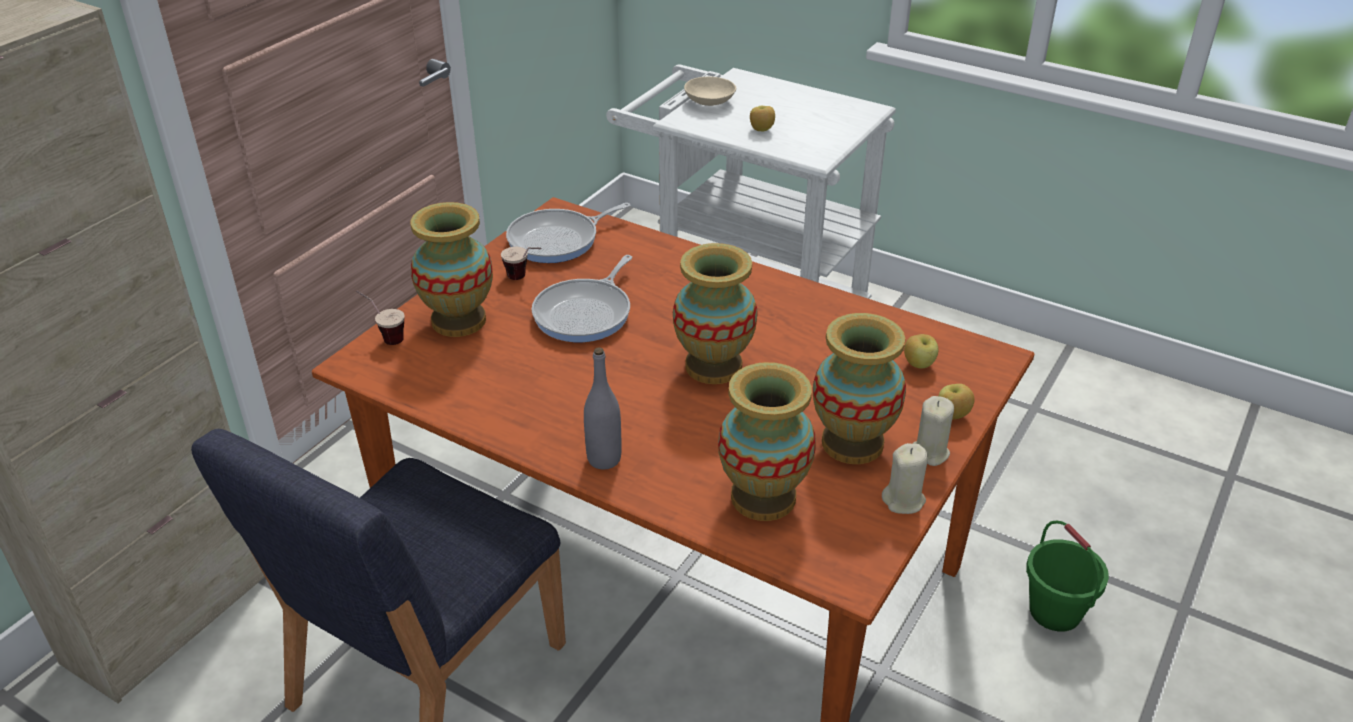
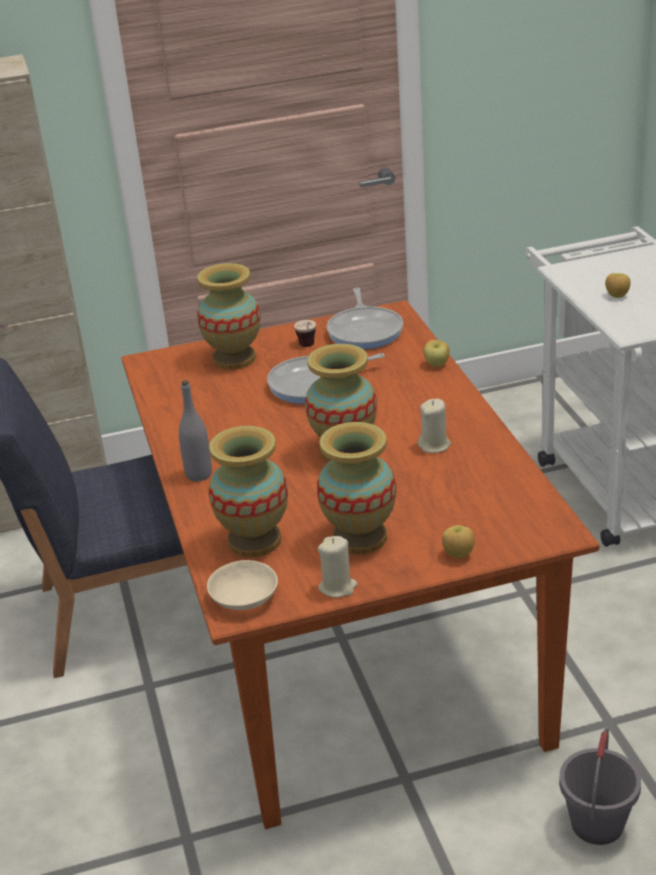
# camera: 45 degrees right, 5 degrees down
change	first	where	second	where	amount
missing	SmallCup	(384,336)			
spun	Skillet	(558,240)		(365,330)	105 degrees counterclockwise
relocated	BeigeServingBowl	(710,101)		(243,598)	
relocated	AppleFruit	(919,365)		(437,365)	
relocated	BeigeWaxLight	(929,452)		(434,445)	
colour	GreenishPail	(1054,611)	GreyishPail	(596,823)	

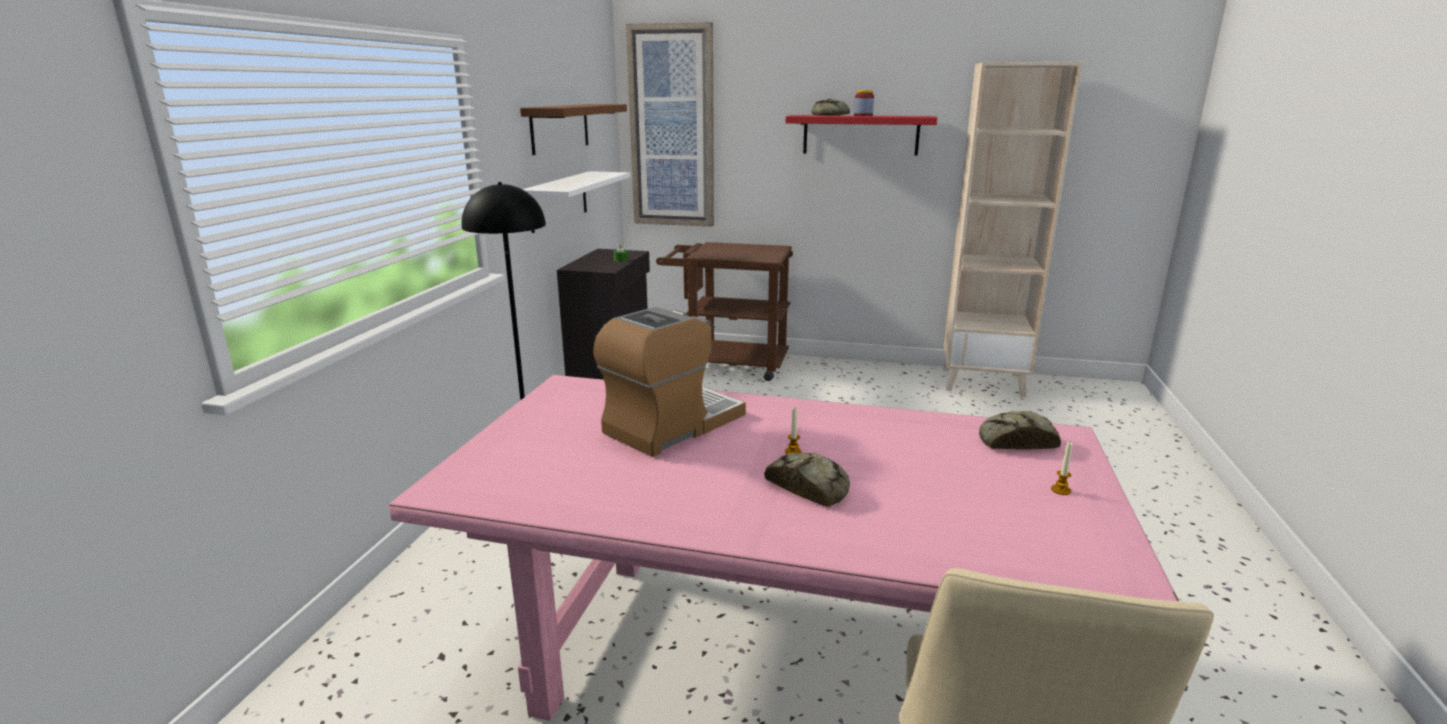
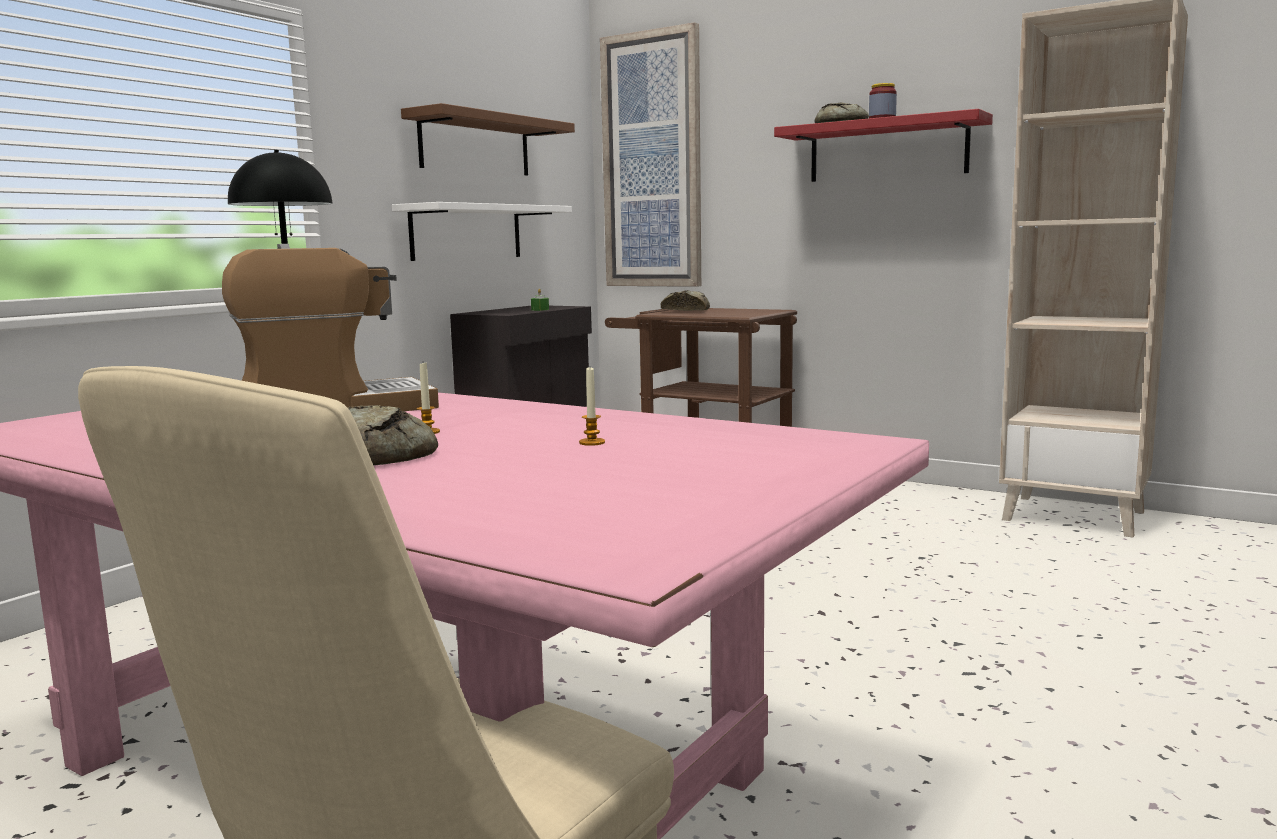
# camera: 20 degrees right, 10 degrees down
change	first	where	second	where	amount
relocated	Bread	(1014,441)		(686,310)	
relocated	WaxLight	(1060,490)		(592,442)	

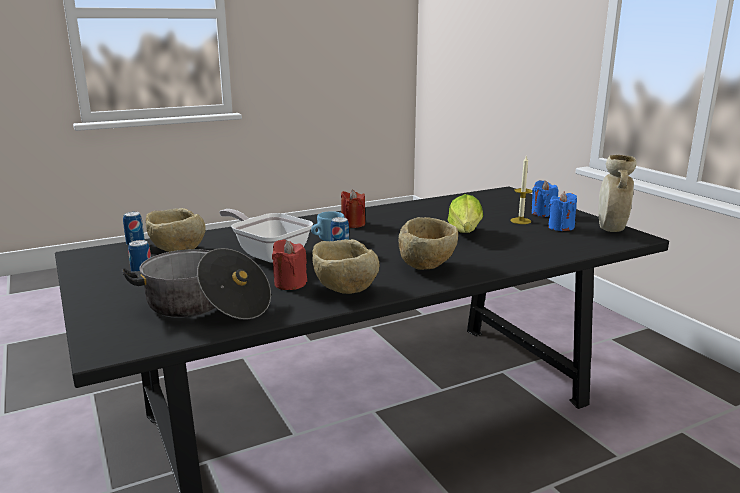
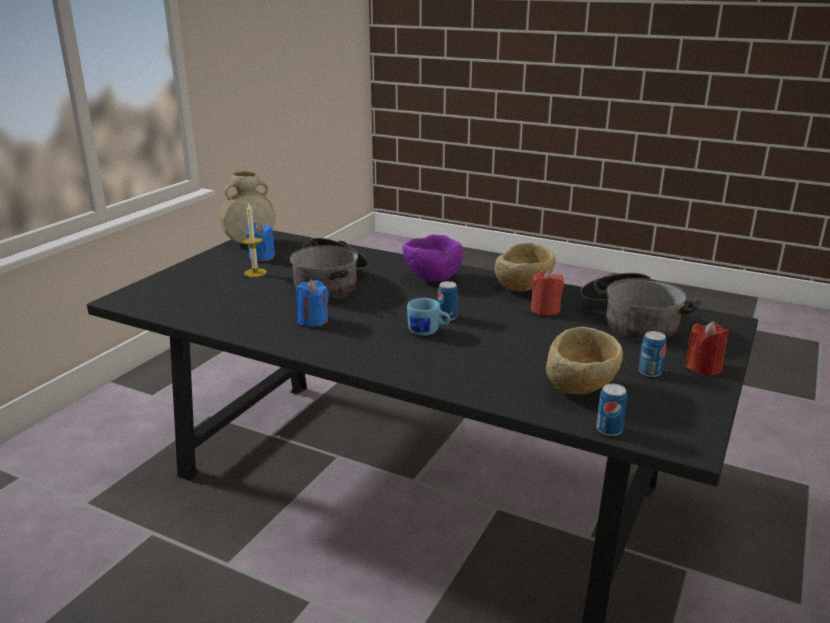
# camera: 125 degrees left, 5 degrees up
change	first	where	second	where	amount
missing	Skillet	(268,253)			
relocated	ReddishWaxLight	(353,224)		(703,367)	
colour	BeigeServingBowl	(428,266)	PurpleServingBowl	(432,278)	
exchanged	Lettuce	(464,235)	Saucepot	(331,284)	
relocated	BlueColouredWaxLight	(543,213)		(313,321)	

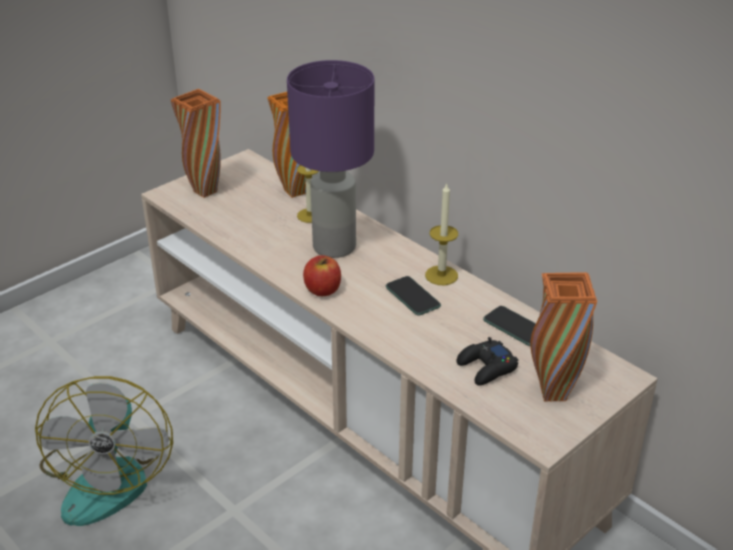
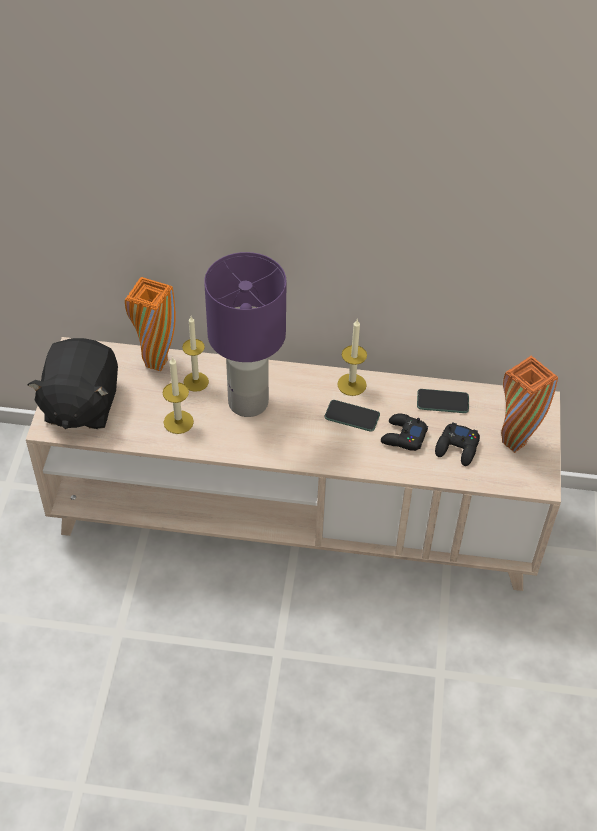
# camera: 40 degrees left, 15 degrees up
change	first	where	second	where	amount
missing	ElectricFan	(109,476)			
exchanged	OrangeColouredVase	(205,191)	BlackishSoftToy	(80,405)	
missing	AppleFruit	(322,290)			
appeared			WaxLight	(178,422)	
appeared			BlackishGamepad	(403,436)	

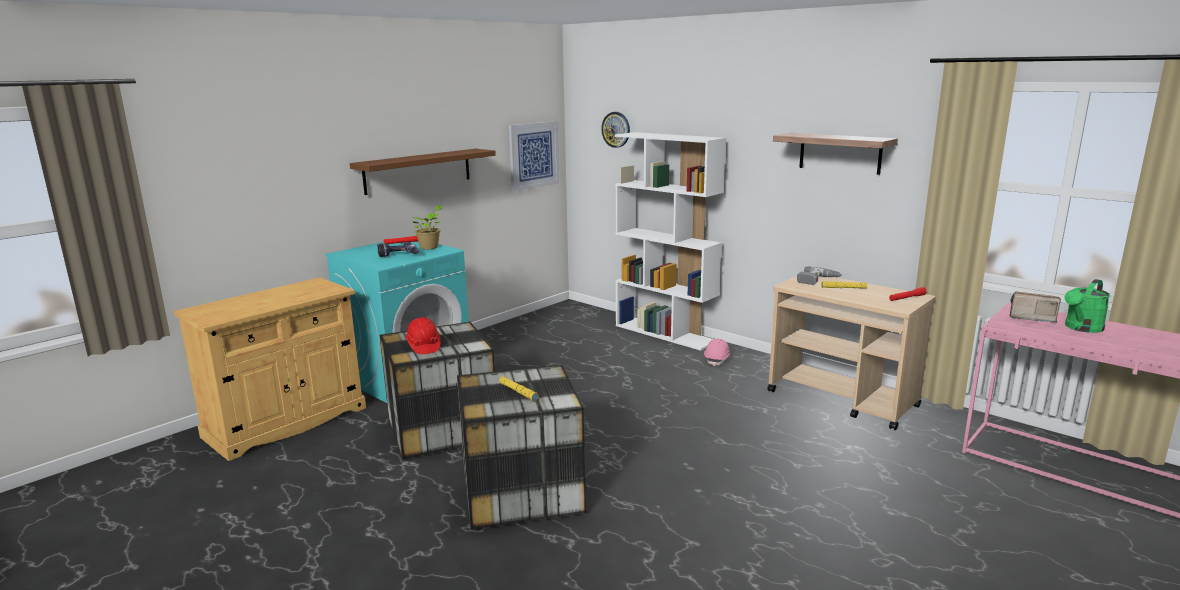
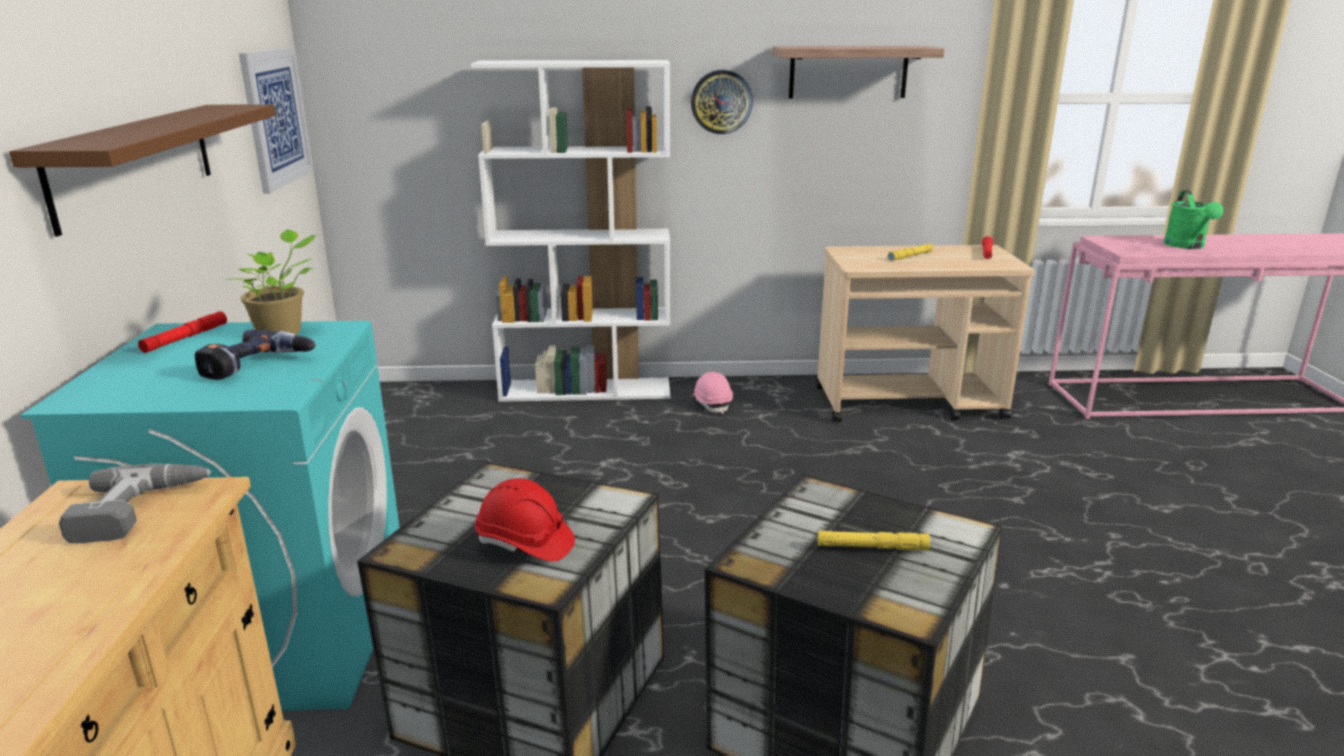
# camera: 45 degrees left, 5 degrees up
change	first	where	second	where	amount
relocated	ClockOnTheWall	(616,129)		(721,102)	
relocated	Drill	(818,280)		(141,510)	
missing	Radio	(1030,318)			

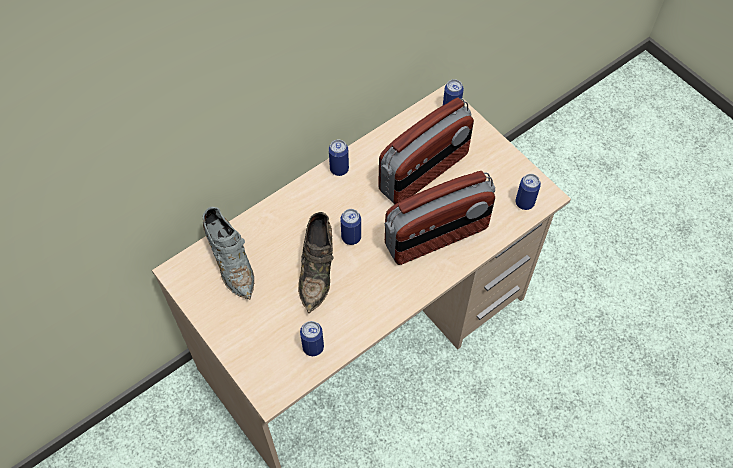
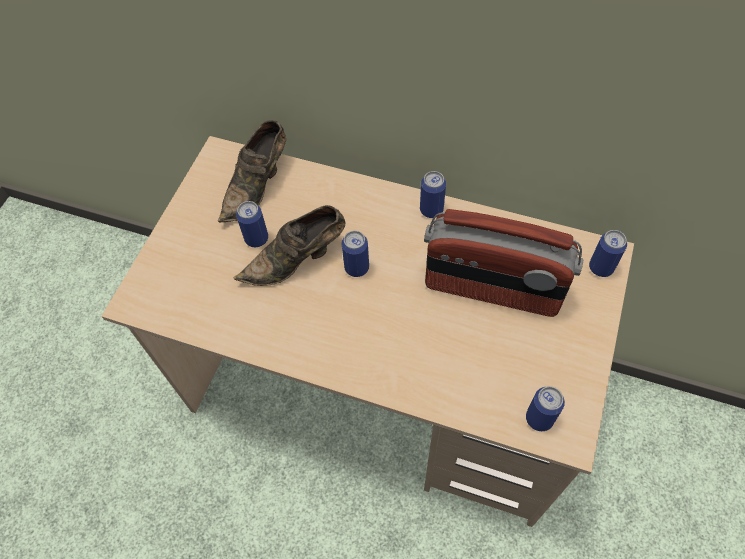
# camera: 60 degrees right, 0 degrees up
change	first	where	second	where	amount
colour	GreyishShoe	(231,261)	BrownShoe	(258,186)	
relocated	Can	(313,347)		(256,239)	
missing	Radio	(437,237)			

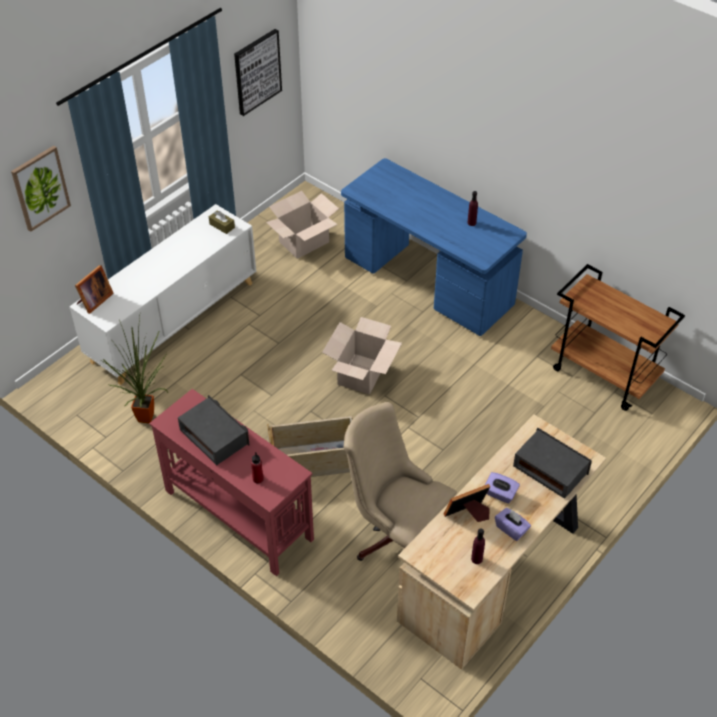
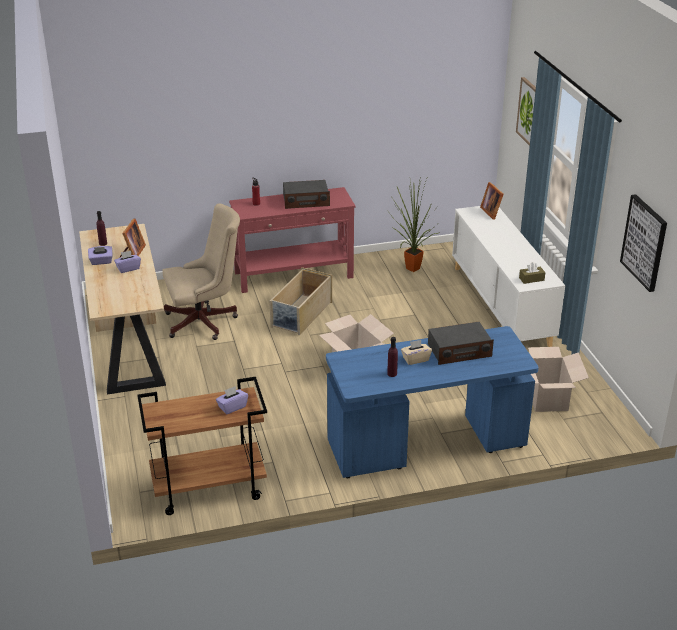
# camera: 125 degrees right, 15 degrees down
change	first	where	second	where	amount
relocated	Radio	(550,469)		(459,351)	
appeared			PurpleTissueHolder	(232,407)	
appeared			BeigeTissueHolder	(415,359)	

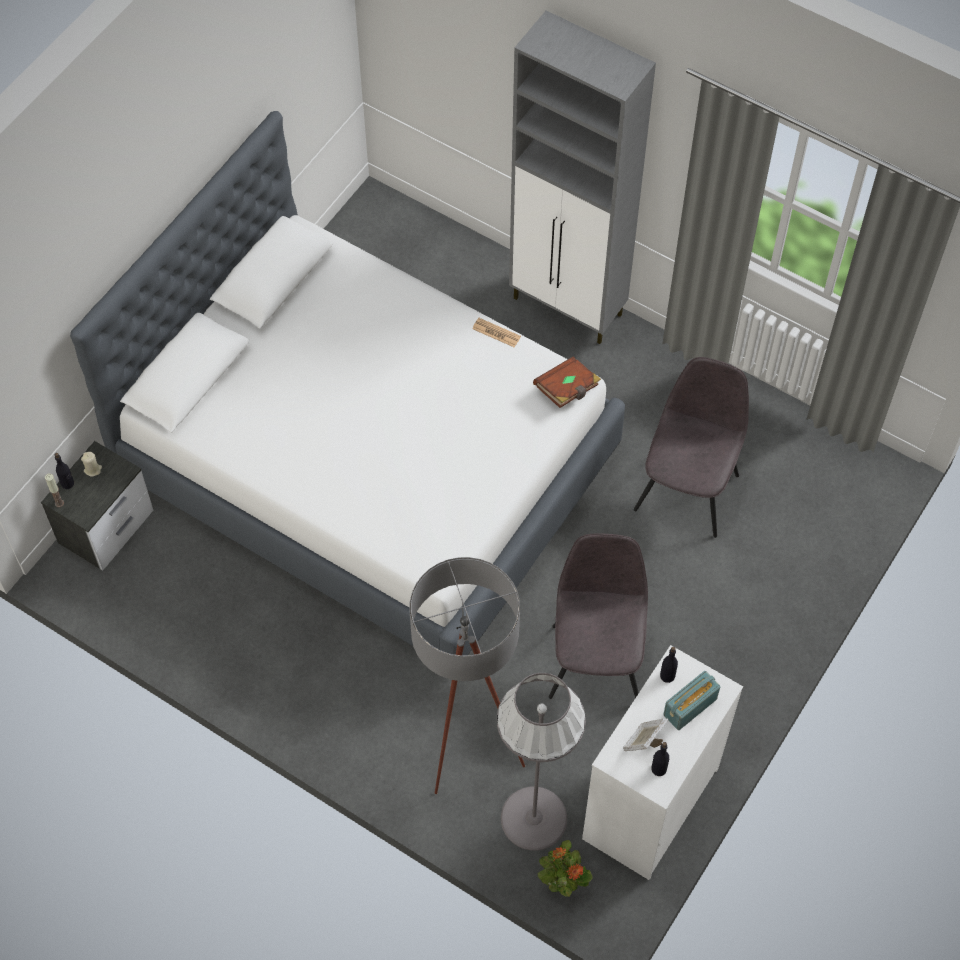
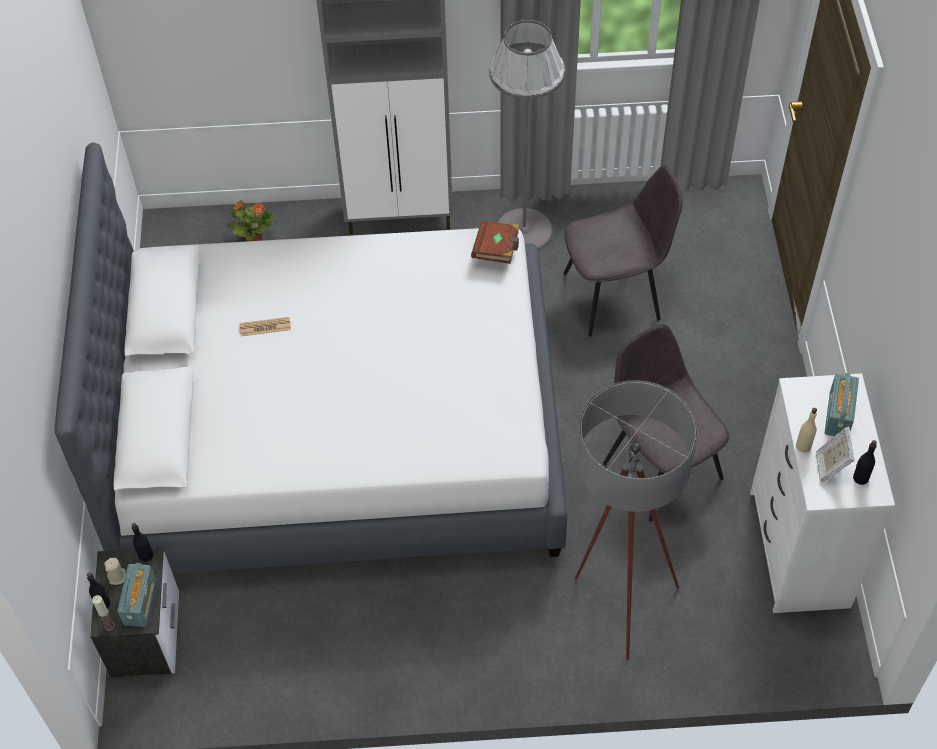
# camera: 35 degrees left, 5 degrees down
change	first	where	second	where	amount
relocated	DailyPaper	(496,333)		(265,327)	
relocated	GreyishStandingLamp	(534,818)		(524,230)	
relocated	PottedPlant	(563,880)		(253,239)	
spun	GreyishPlainChair	(687,490)		(614,295)	90 degrees clockwise
relocated	BlackishDrinkBottle	(667,675)		(146,555)	
appeared			Radio	(140,602)	
appeared			BeigeDrinkBottle	(803,446)	

